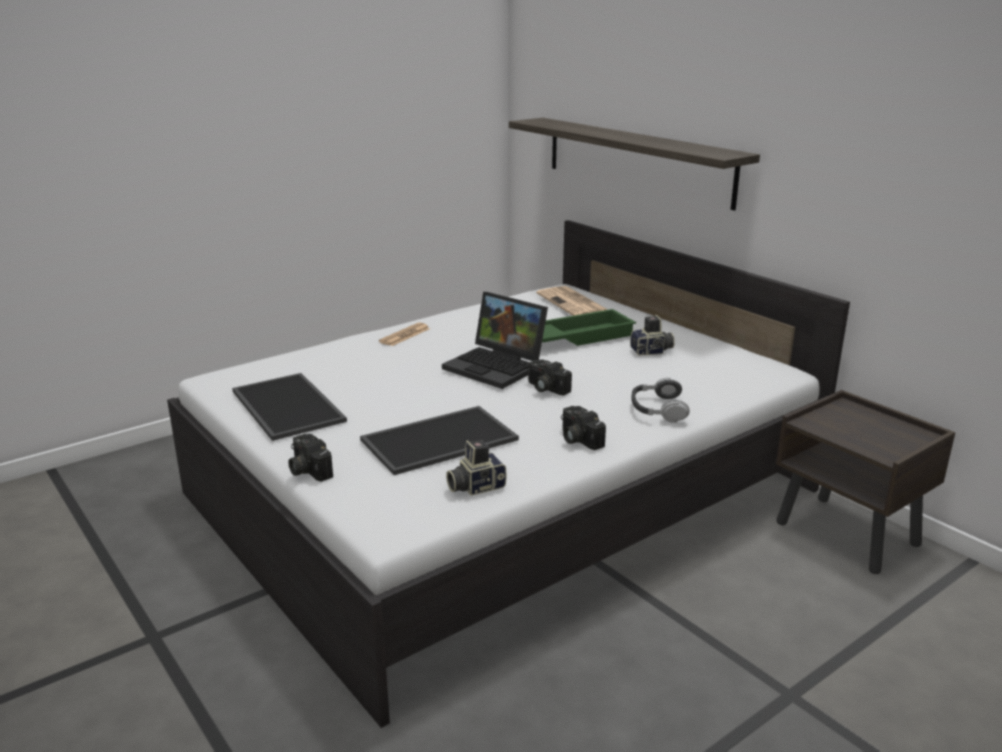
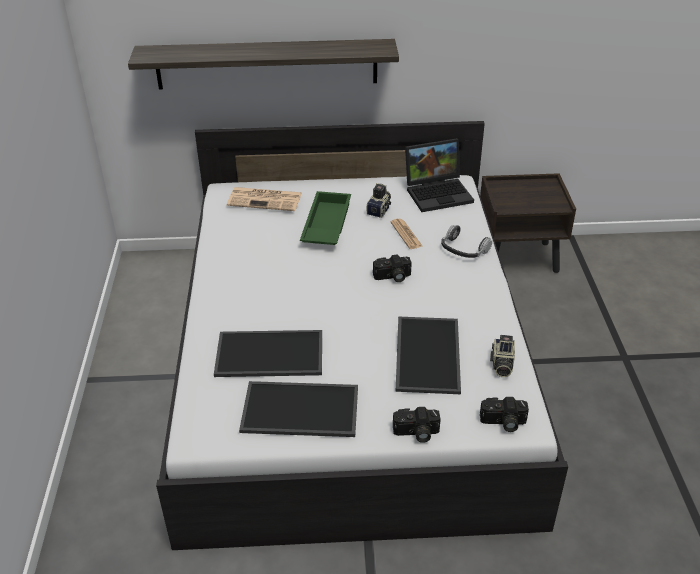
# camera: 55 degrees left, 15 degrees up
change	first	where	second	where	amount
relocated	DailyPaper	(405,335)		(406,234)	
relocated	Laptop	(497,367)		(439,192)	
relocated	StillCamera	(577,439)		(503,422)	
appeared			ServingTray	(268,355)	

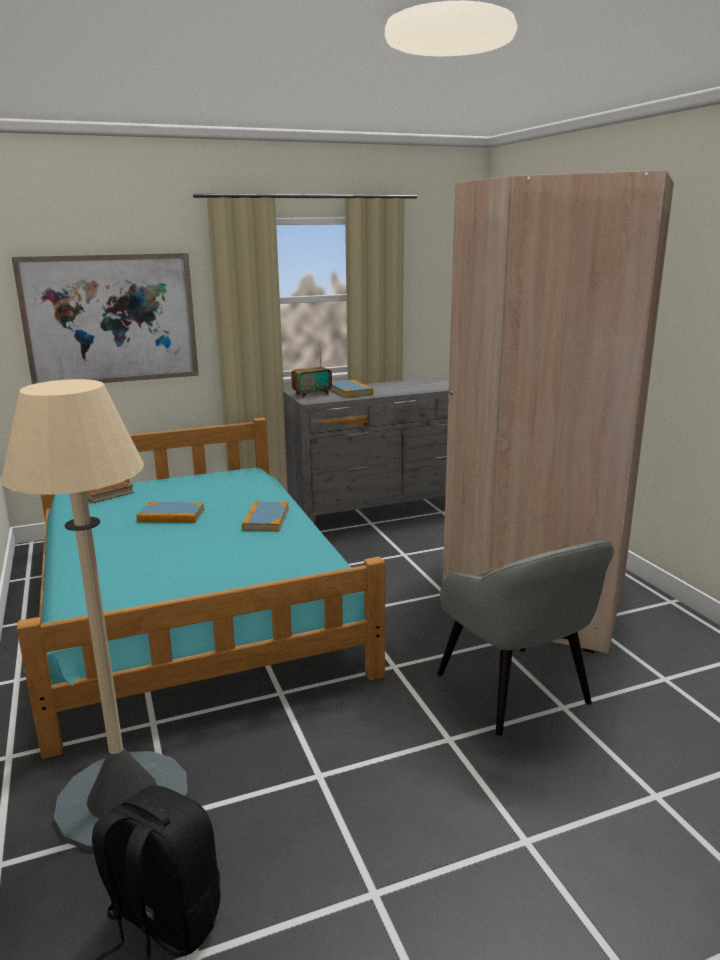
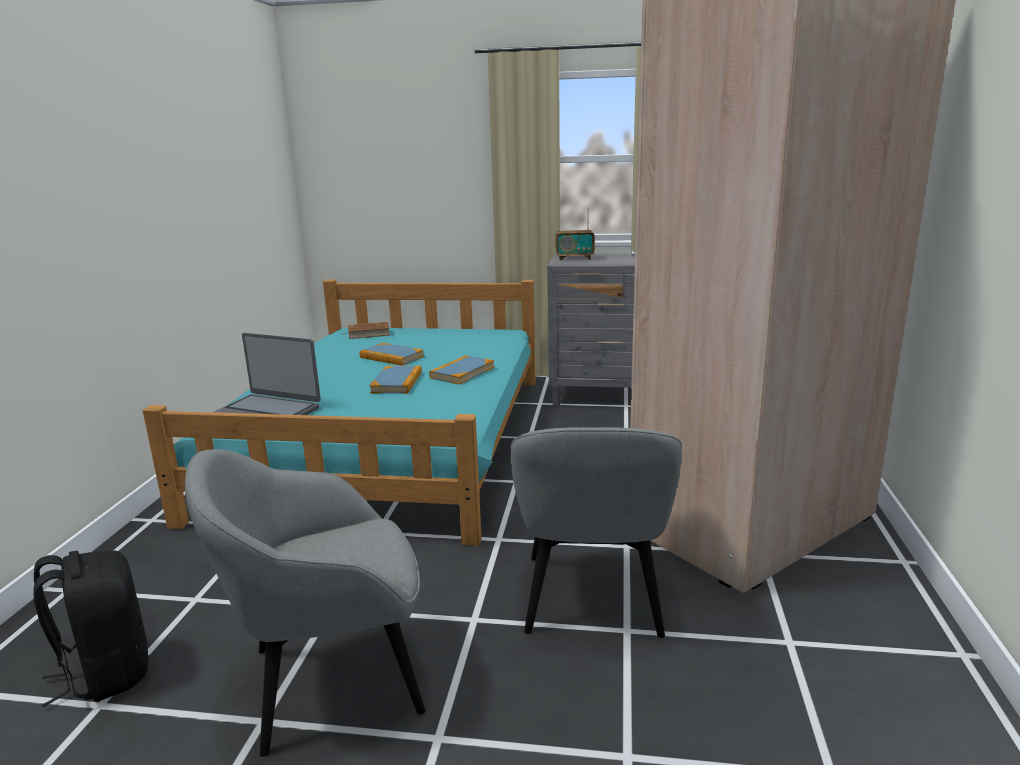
# camera: 30 degrees right, 0 degrees up
change	first	where	second	where	amount
missing	BeigeStandingLamp	(123,800)			
missing	WallArt	(111,319)			
relocated	Volume	(349,391)		(397,382)	
appeared			GreyishLoungeChair	(330,681)	
appeared			Laptop	(265,413)	

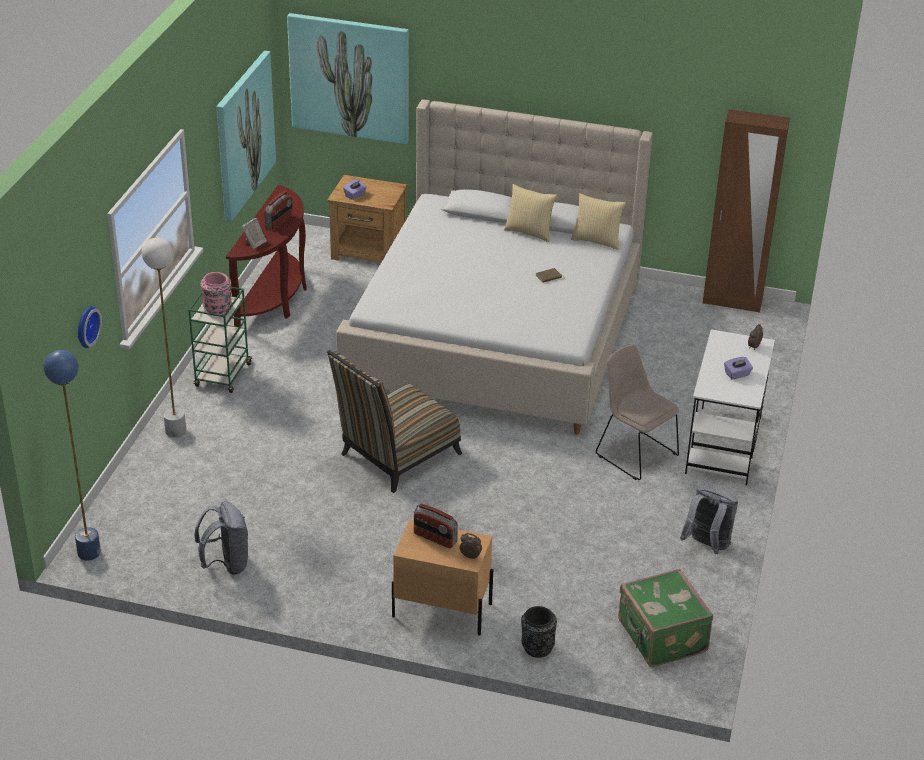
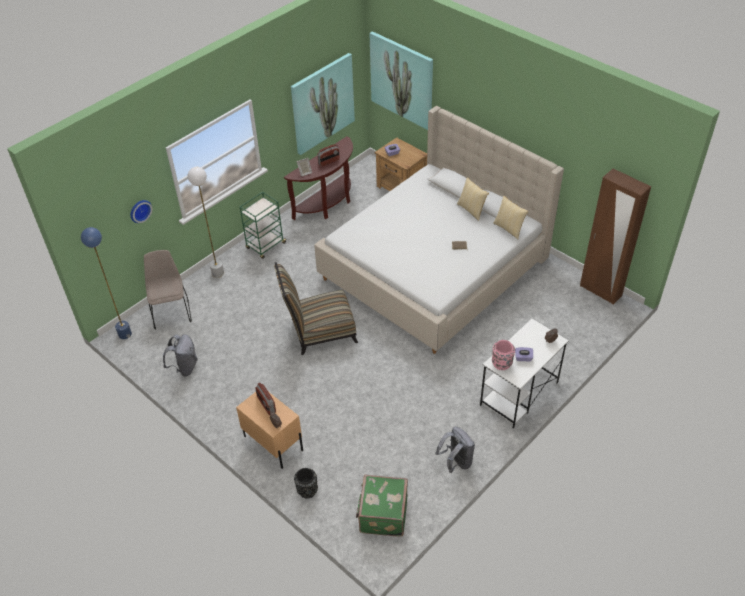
# camera: 30 degrees right, 10 degrees up
change	first	where	second	where	amount
relocated	PinkishVase	(218,309)		(501,364)	
relocated	BeigePlainChair	(634,453)		(171,312)	

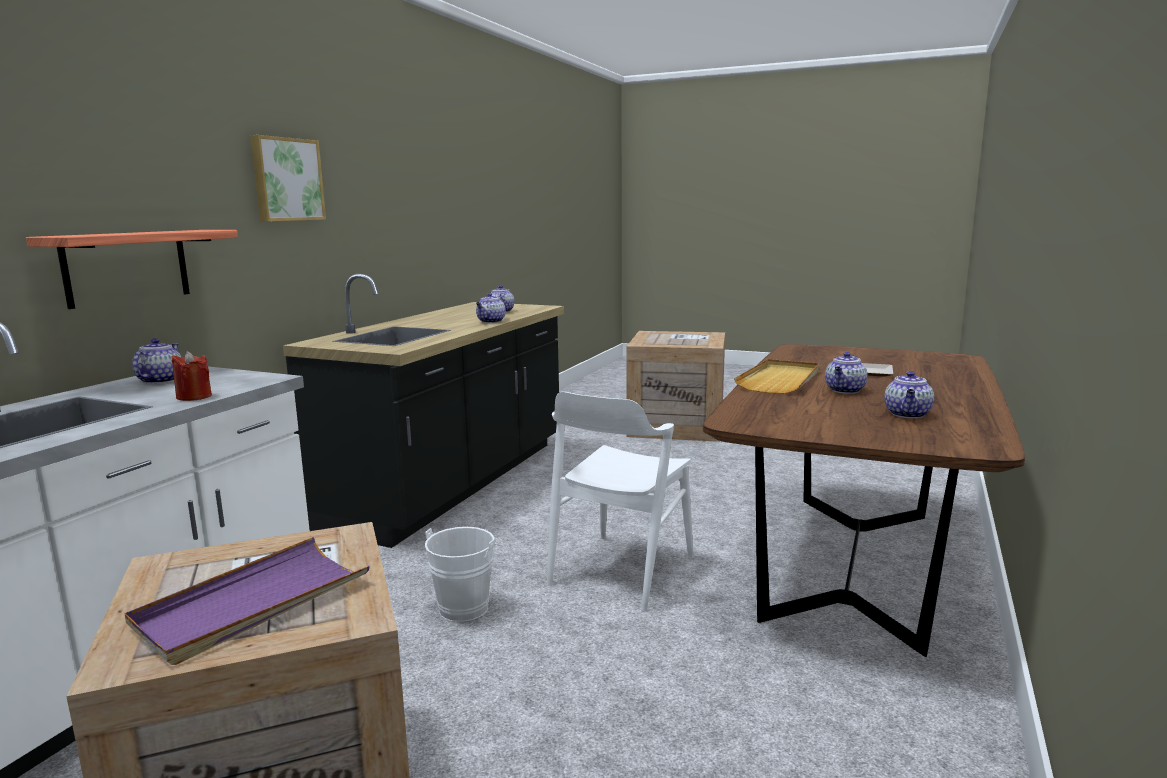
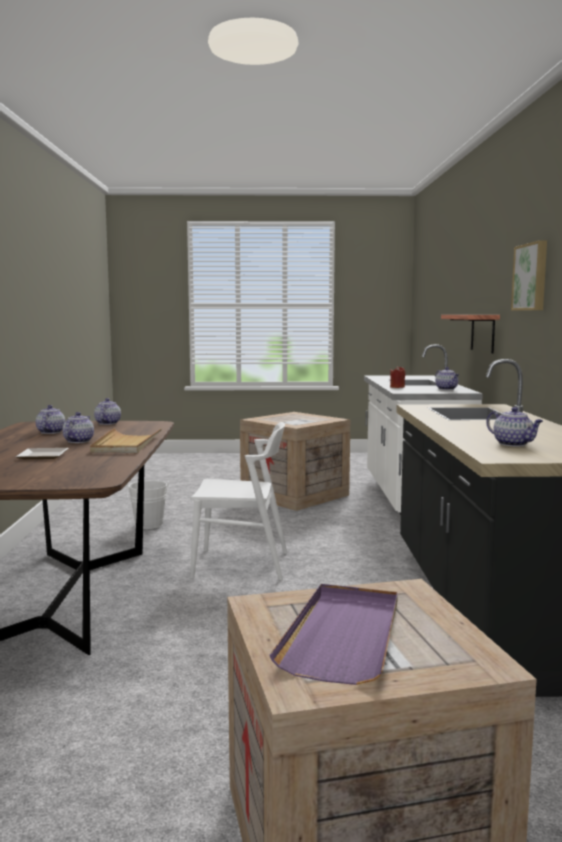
# camera: 155 degrees right, 5 degrees down
change	first	where	second	where	amount
relocated	PurpleServingTray	(253,604)		(343,635)	
relocated	WhitishPail	(467,605)		(148,525)	
relocated	PotForTea	(491,321)		(107,423)	
spun	WhitishPlainChair	(621,570)		(241,564)	90 degrees clockwise

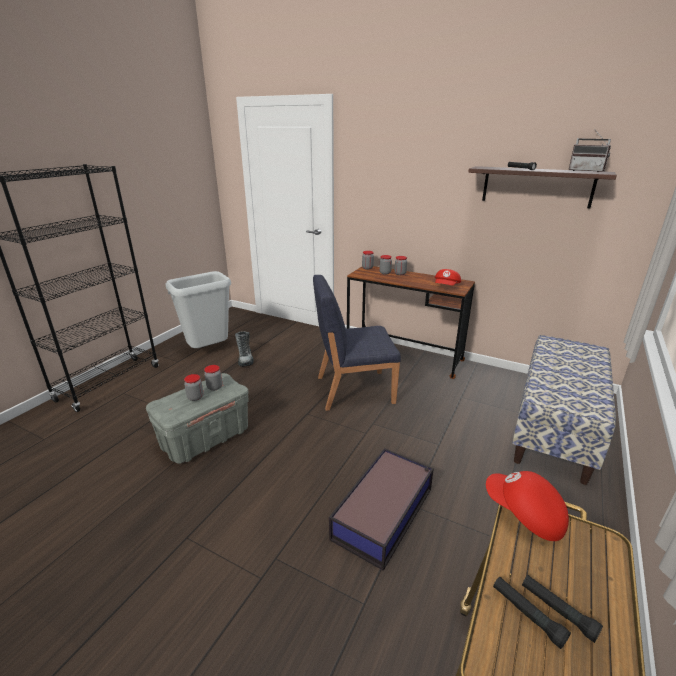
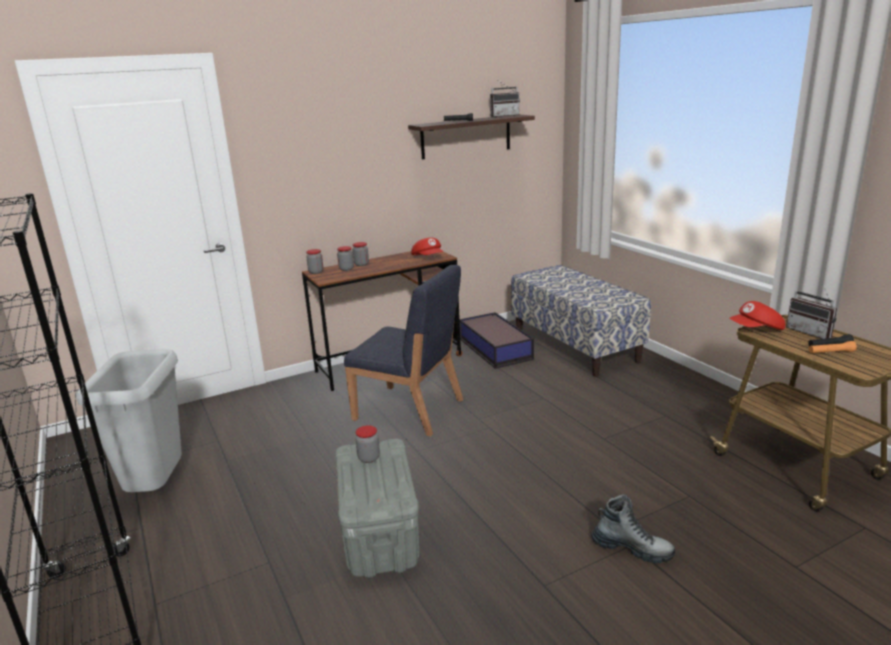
# camera: 55 degrees left, 5 degrees down
change	first	where	second	where	amount
missing	PreserveJar	(195,397)			
relocated	Boot	(245,359)		(632,549)	
spun	BlueColouredPlainChair	(353,389)		(409,410)	90 degrees counterclockwise
relocated	StorageBin	(384,512)		(495,348)	
colour	BlackishTorch	(527,615)	OrangeColouredTorch	(831,352)	
appeared			Radio	(812,332)	

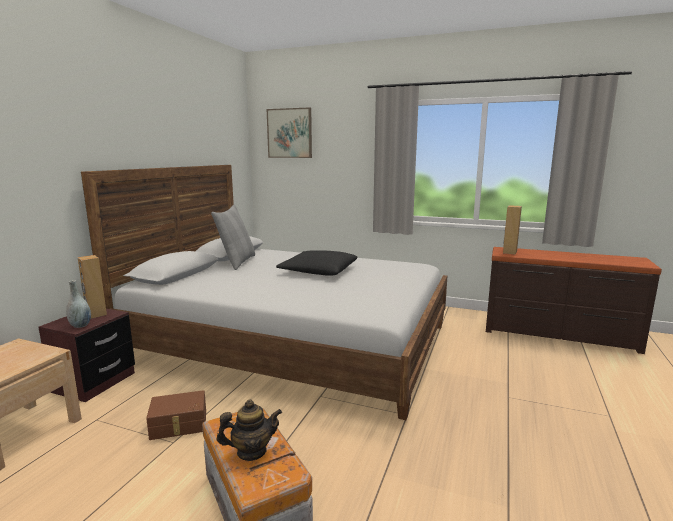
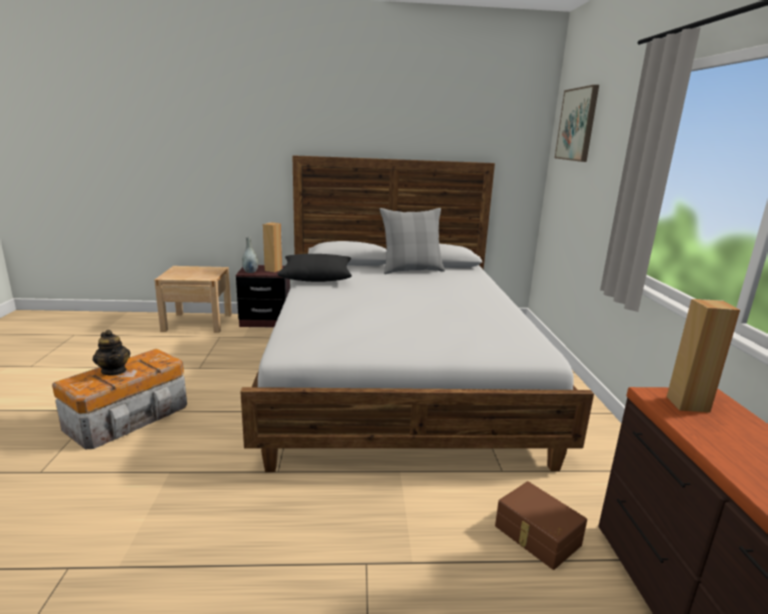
# camera: 65 degrees right, 5 degrees up
change	first	where	second	where	amount
relocated	BrownStorageBin	(179,425)		(536,536)	
relocated	BlackishCushion	(318,271)		(316,276)	

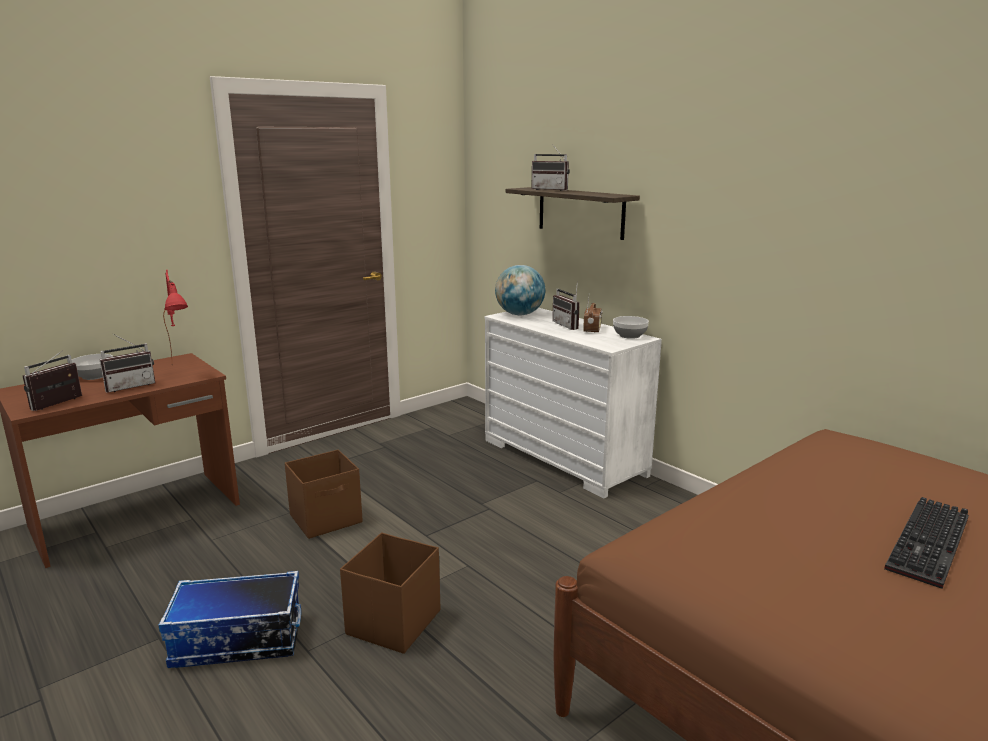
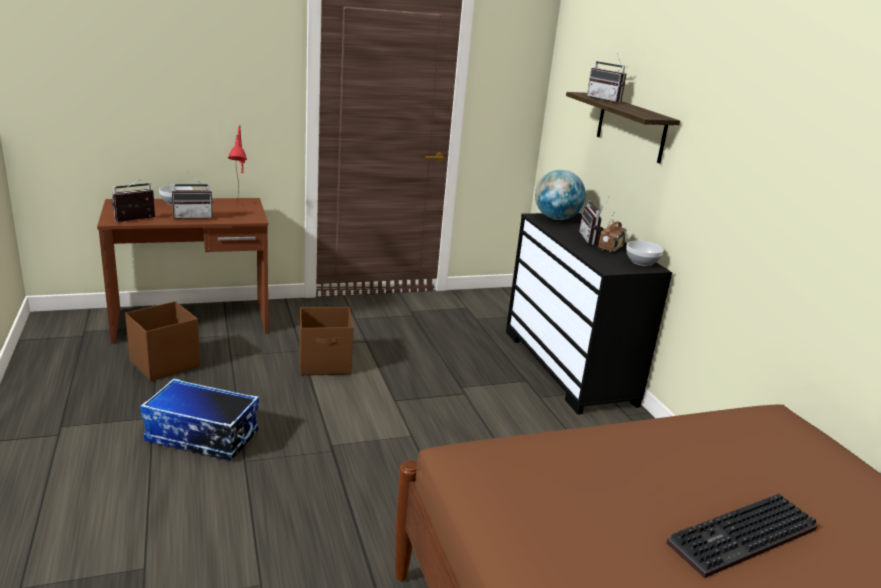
# camera: 20 degrees right, 5 degrees up
change	first	where	second	where	amount
relocated	BrownStorageBin	(392,623)		(164,364)	
colour	WhitishDrawerChest	(564,457)	BlackishDrawerChest	(568,366)	

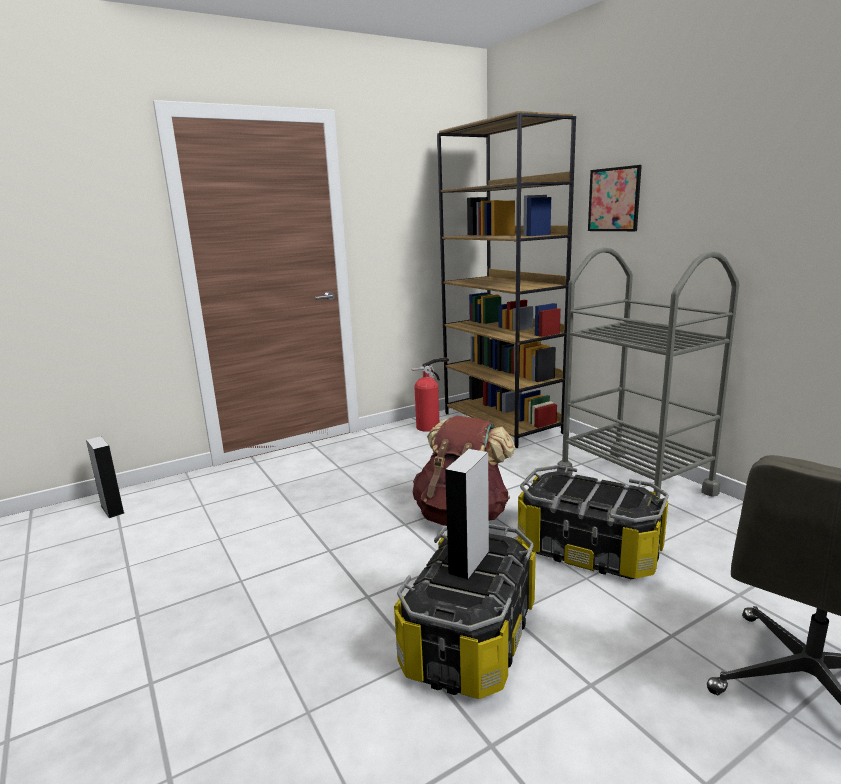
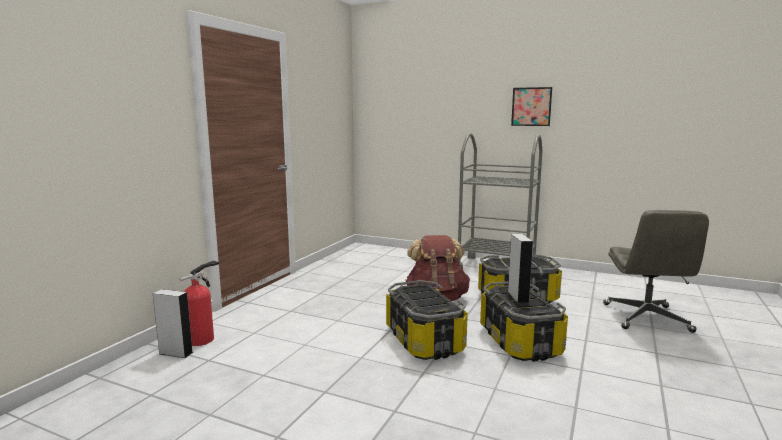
# camera: 35 degrees left, 5 degrees down
change	first	where	second	where	amount
relocated	Extinguisher	(430,427)		(203,339)	
missing	BrownBookshelf	(502,423)			
relocated	WallArt	(614,199)		(531,106)	
appeared			StorageBin	(423,340)	

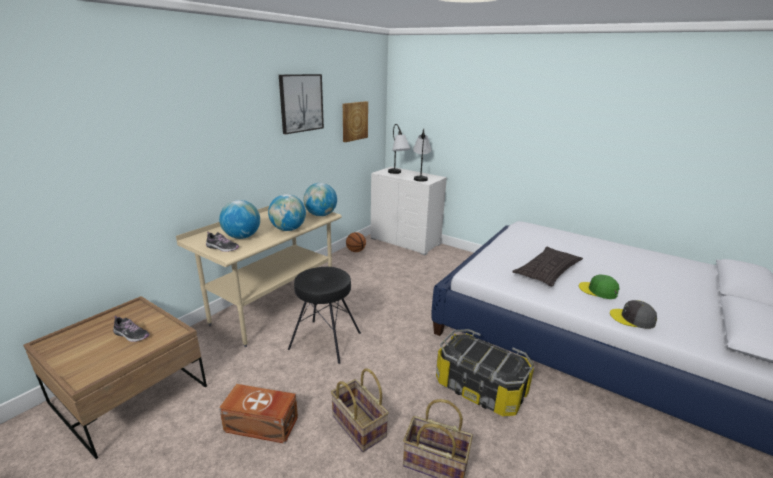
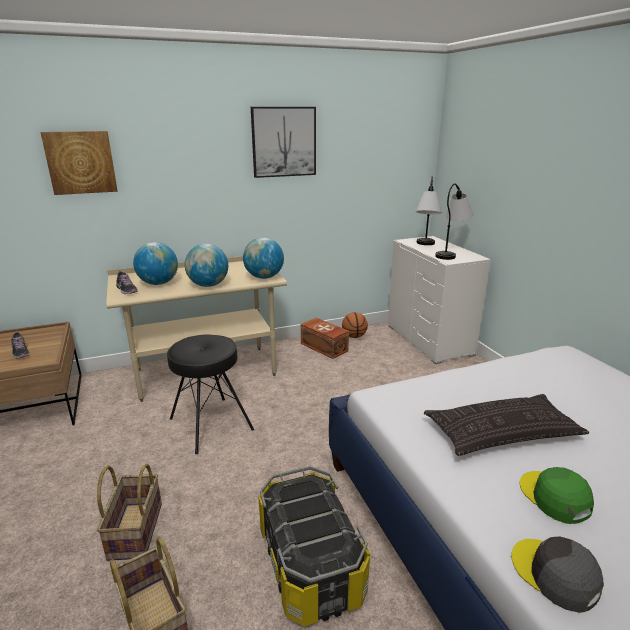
# camera: 35 degrees right, 0 degrees up
change	first	where	second	where	amount
relocated	BrownStorageBin	(262,425)		(324,347)	
relocated	WallArt	(354,121)		(81,162)	

